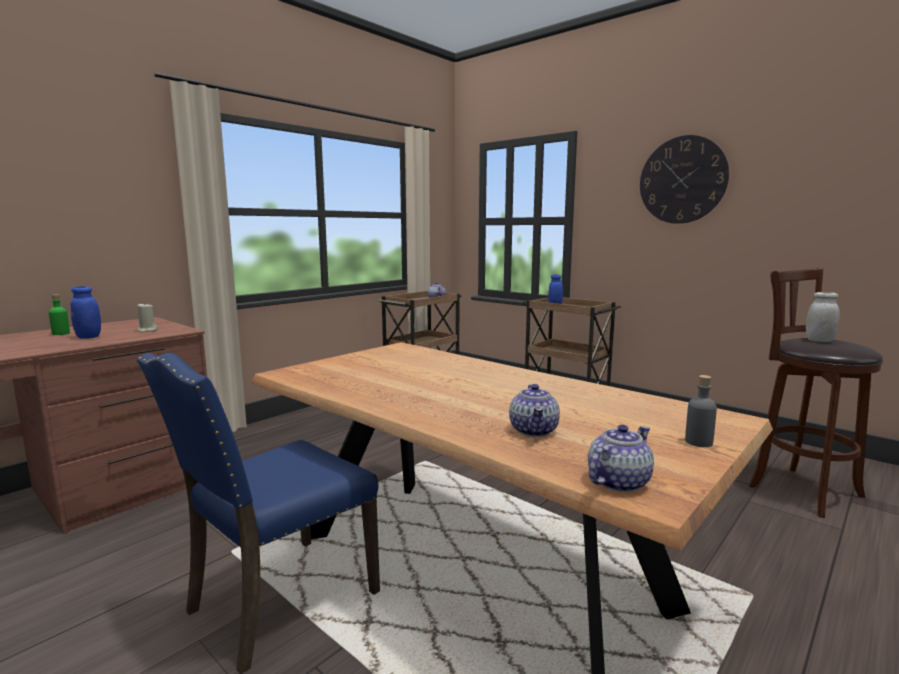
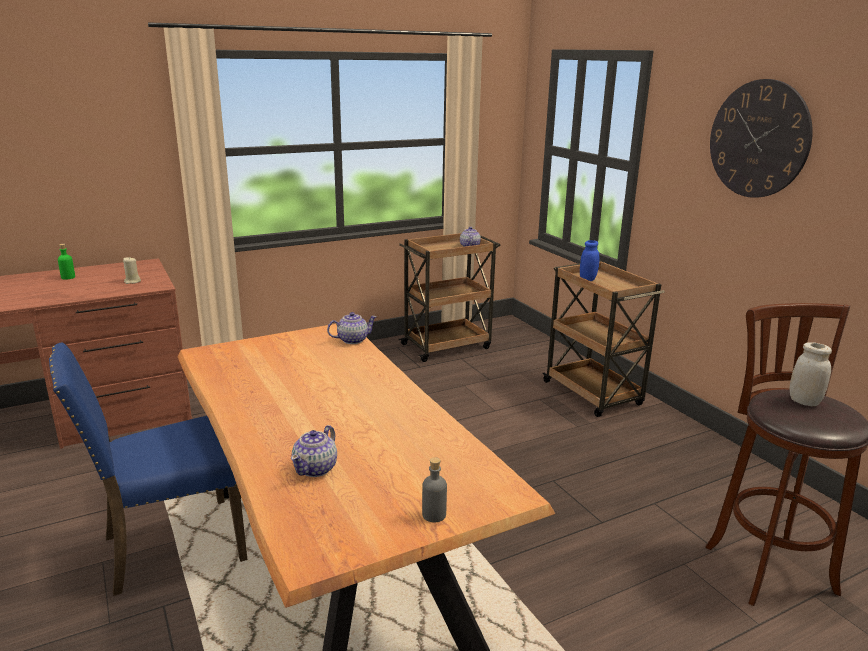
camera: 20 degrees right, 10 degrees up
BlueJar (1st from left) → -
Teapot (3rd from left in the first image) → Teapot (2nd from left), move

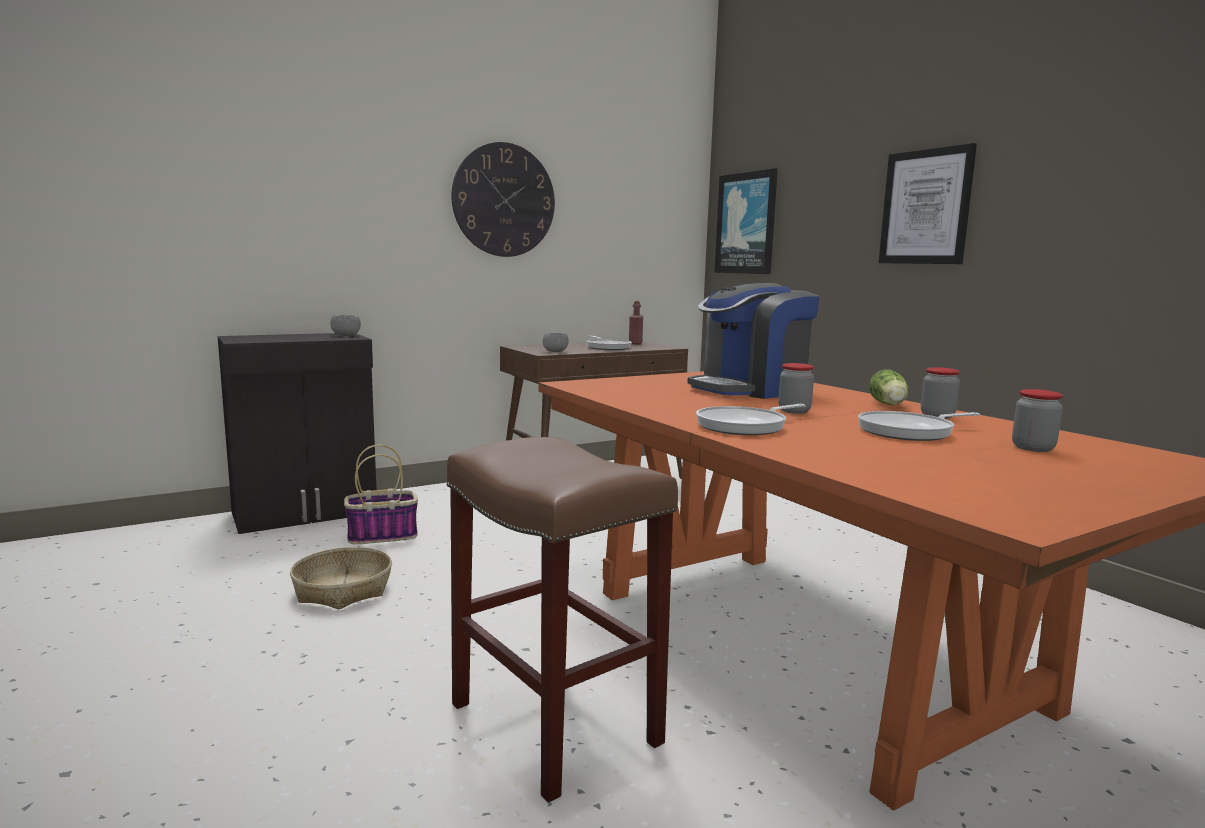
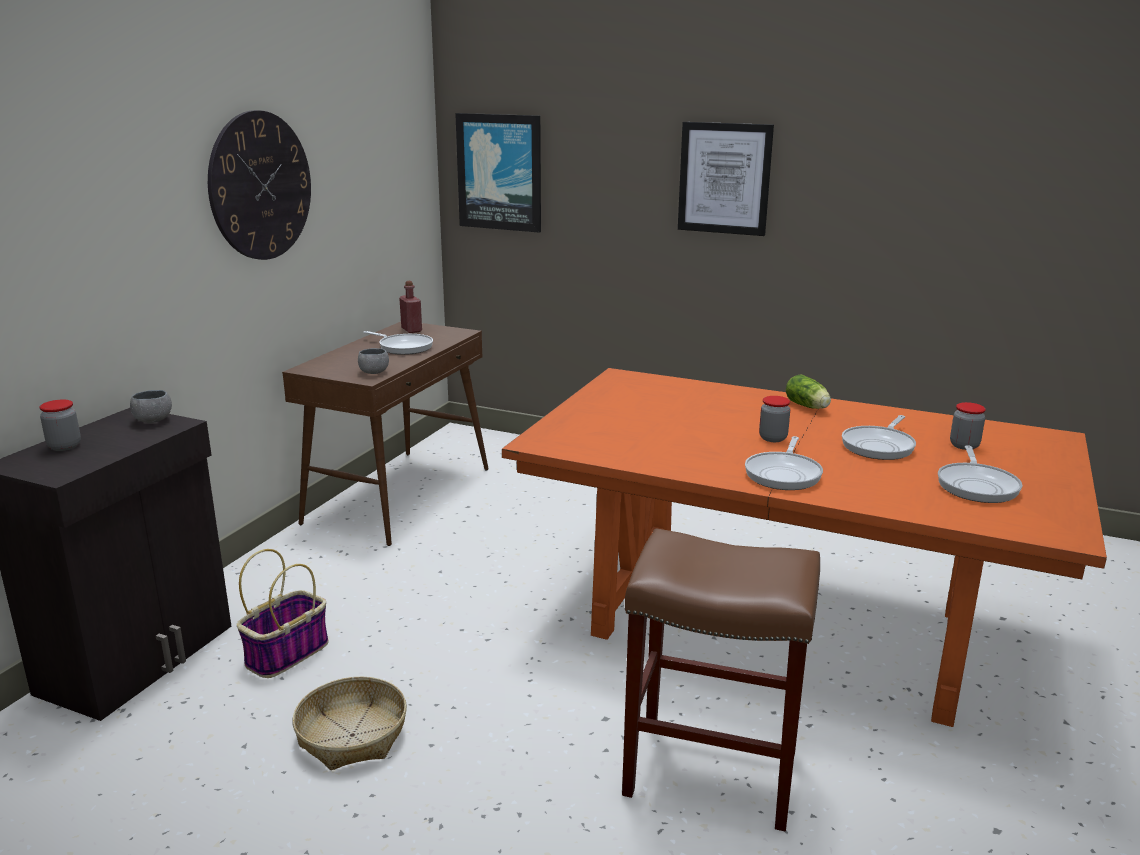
camera: 35 degrees left, 10 degrees up
CoffeeMachine → -
- → Pan (4th from left)
Jar (2nd from left in the first image) → Jar (1st from left), move

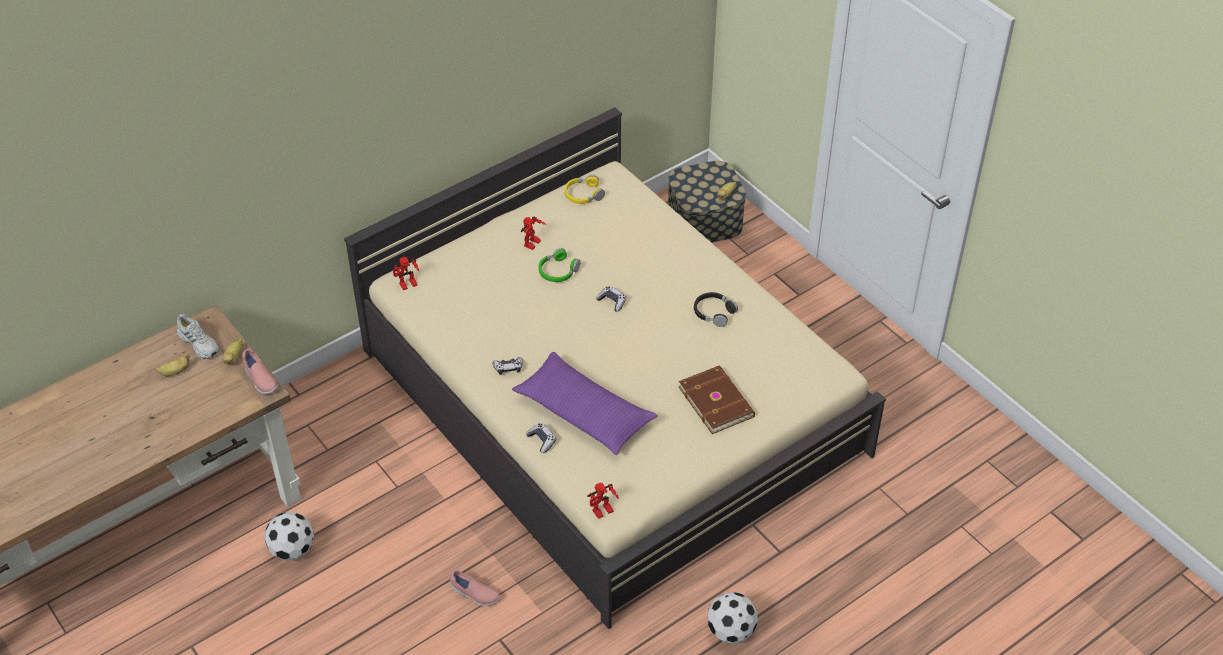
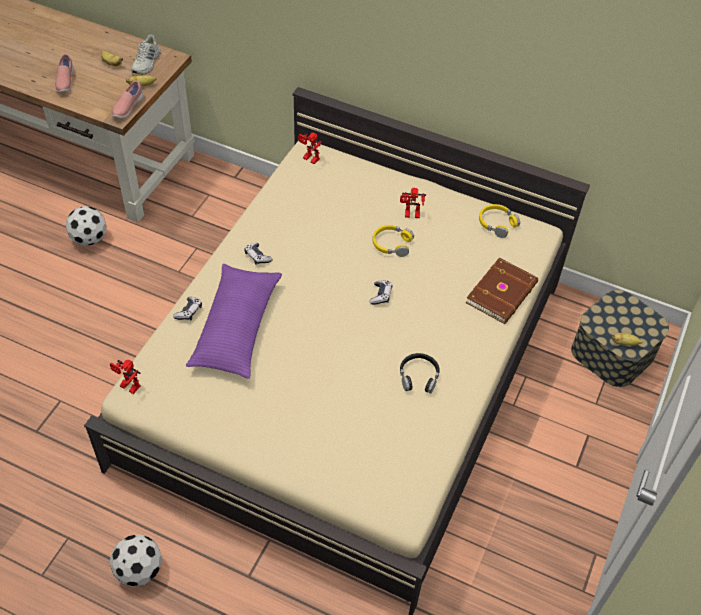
camera: 60 degrees right, 5 degrees up
PinkColouredShoe (2nd from left in the first image) → PinkColouredShoe (1st from left), move
BrownBook, move
GreenColouredPairOfHeadphones → YellowPairOfHeadphones (1st from left)

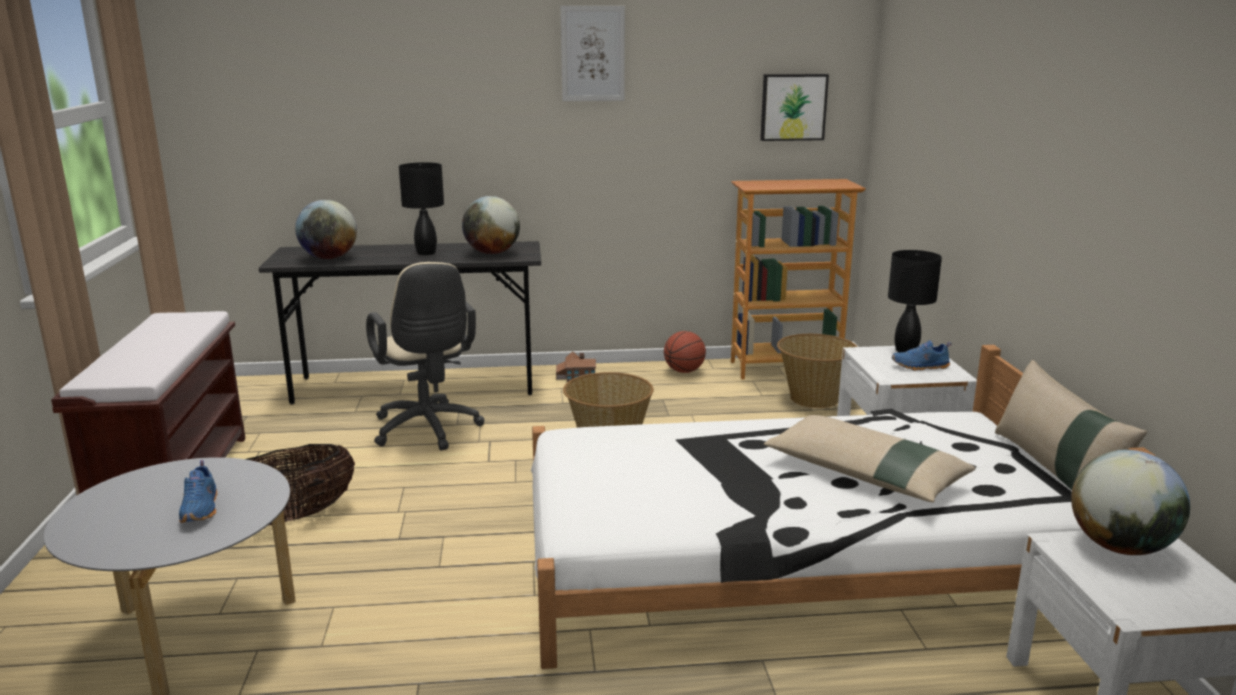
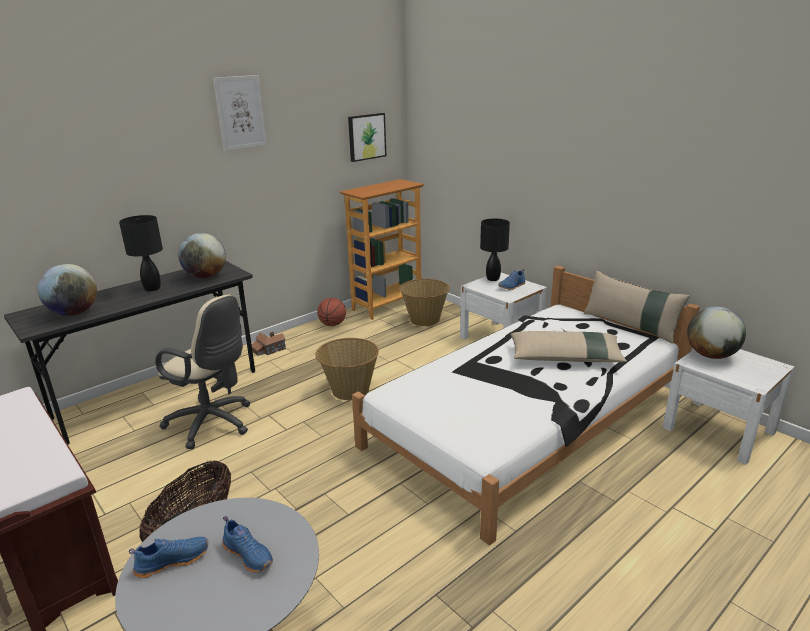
camera: 35 degrees left, 5 degrees up
- → BlueShoe (1st from left)

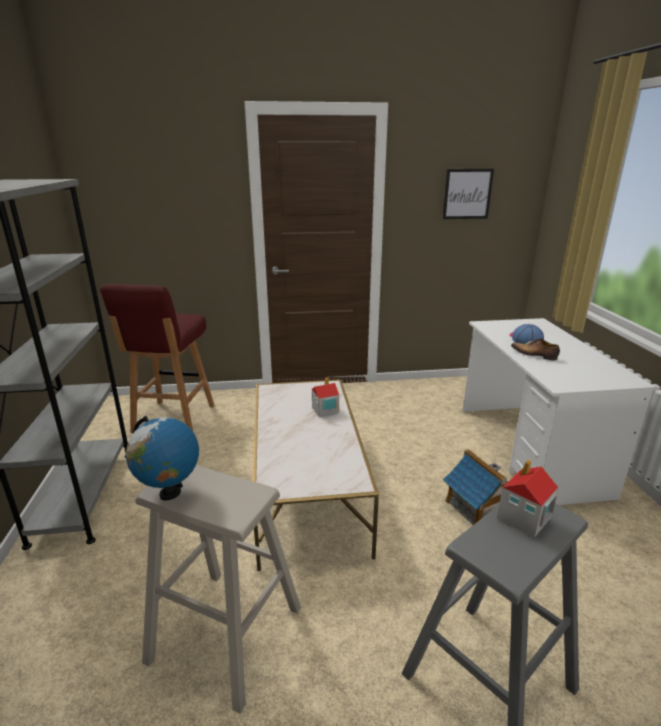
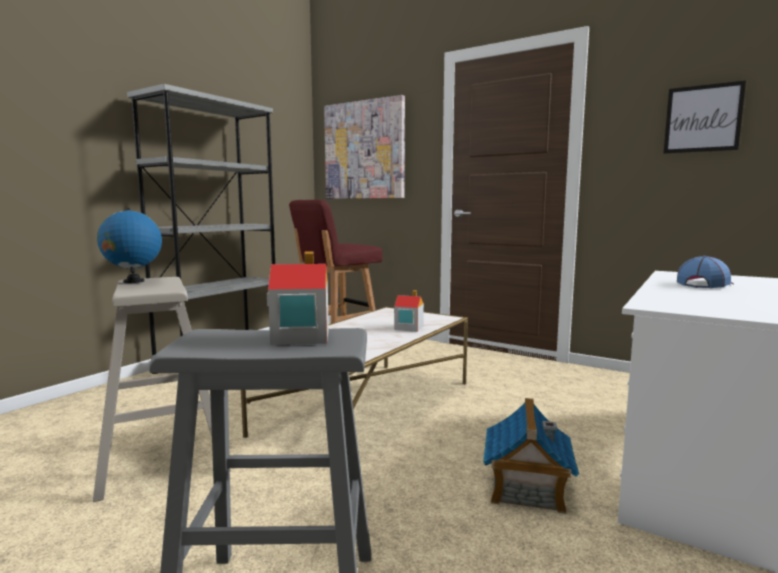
camera: 40 degrees right, 15 degrees down
Shoe → -
- → WallArt (1st from left)

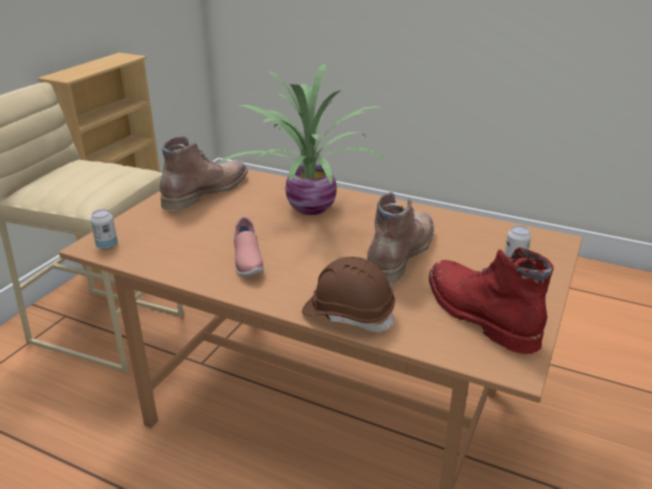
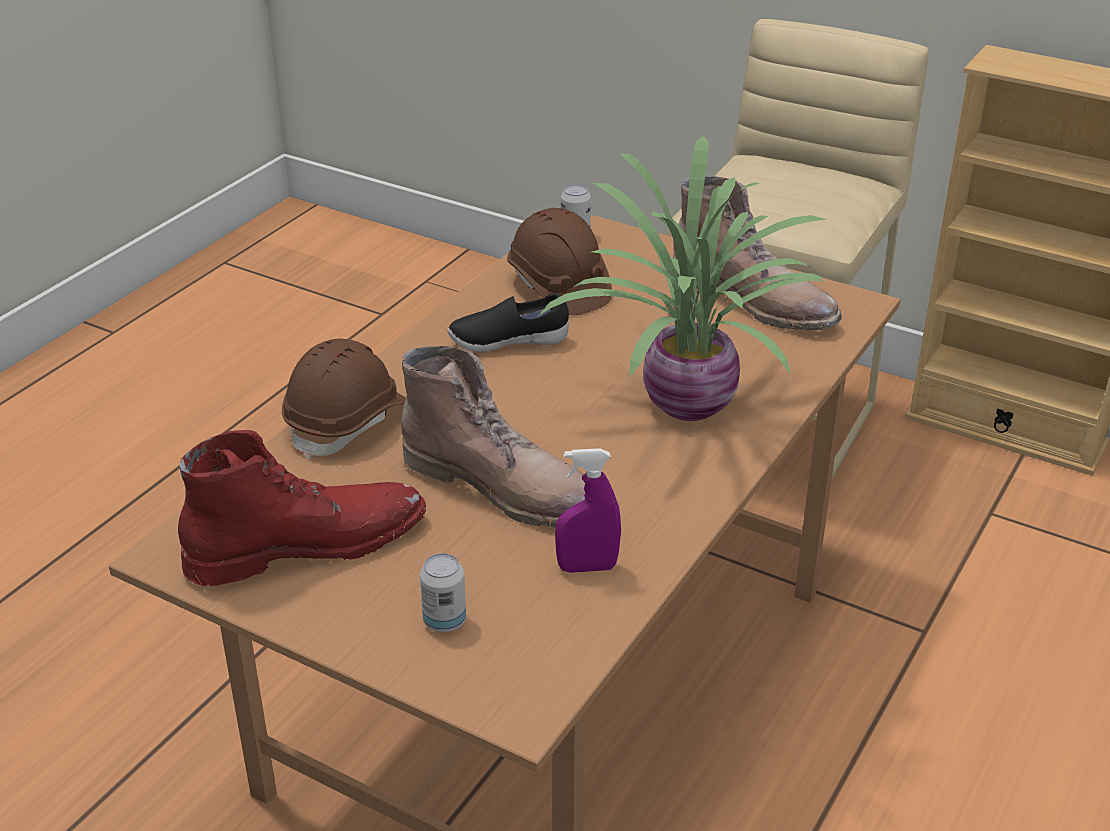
camera: 95 degrees right, 5 degrees up
- → BrownWorkHelmet (2nd from left)
- → PurpleColouredSprayBottle
PinkColouredShoe → BlackColouredShoe

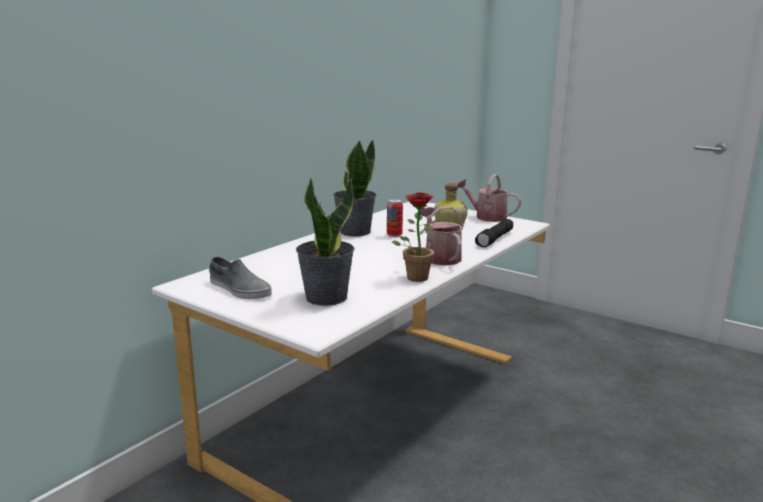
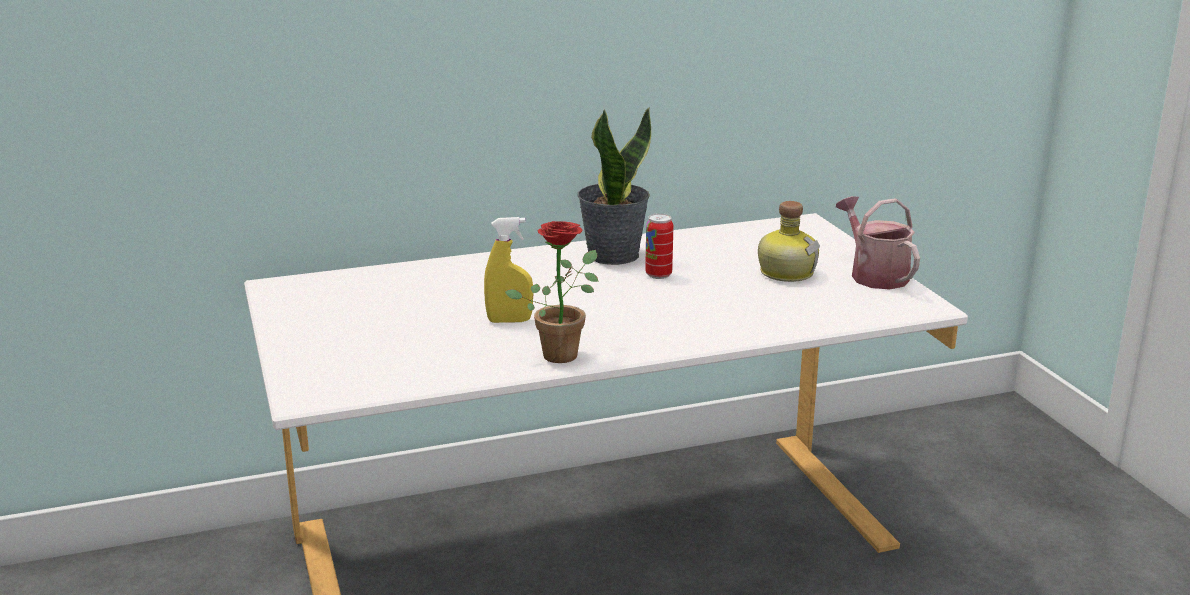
camera: 35 degrees right, 5 degrees up
GrayShoe → -
PottedPlant (1st from left) → -
WateringPot (1st from left) → -
BlackColouredFlashlight → -
- → YellowSprayBottle

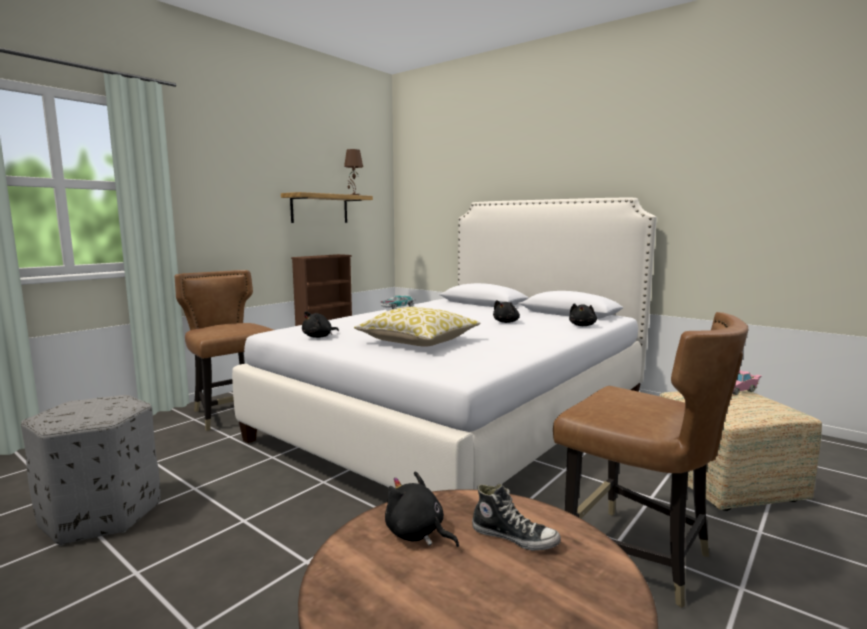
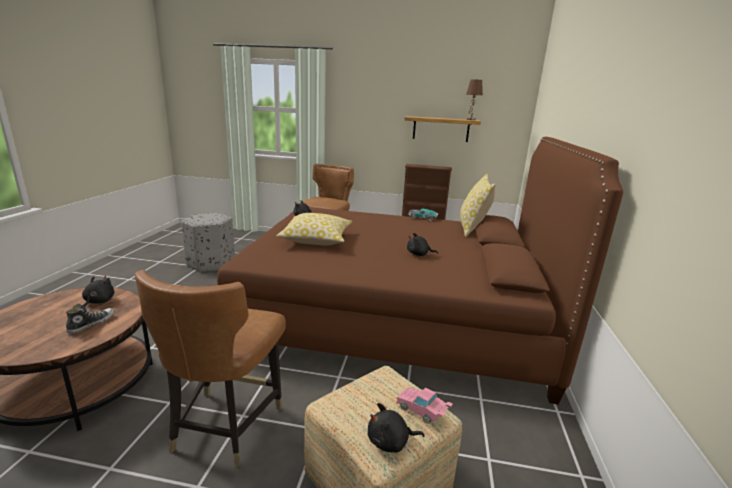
camera: 60 degrees right, 10 degrees up
- → Pillow (2nd from left)
BlackColouredSoftToy (4th from left in the first image) → BlackColouredSoftToy (3rd from left), move
WhiteBed → BrownBed
Shoe, 150 degrees counterclockwise

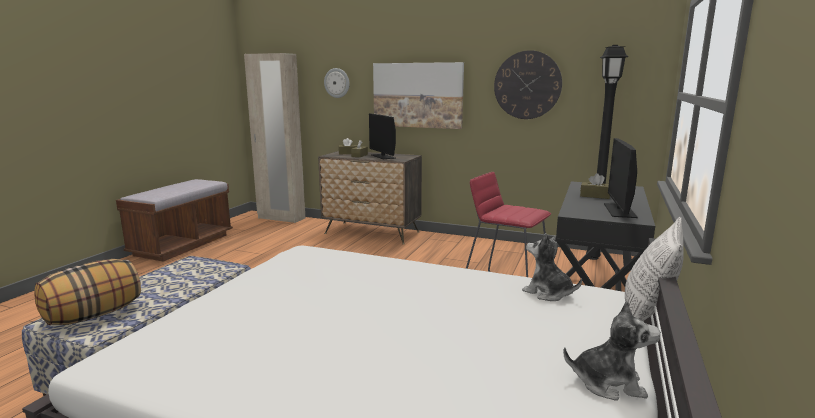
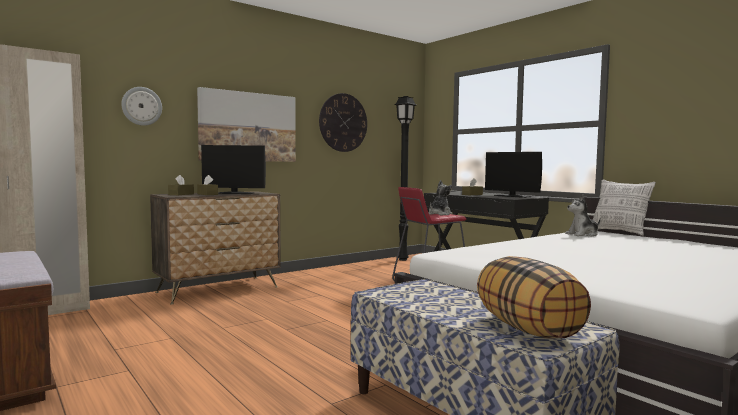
camera: 60 degrees left, 10 degrees down
SoftToy (2nd from left in the first image) → SoftToy (1st from left), move

